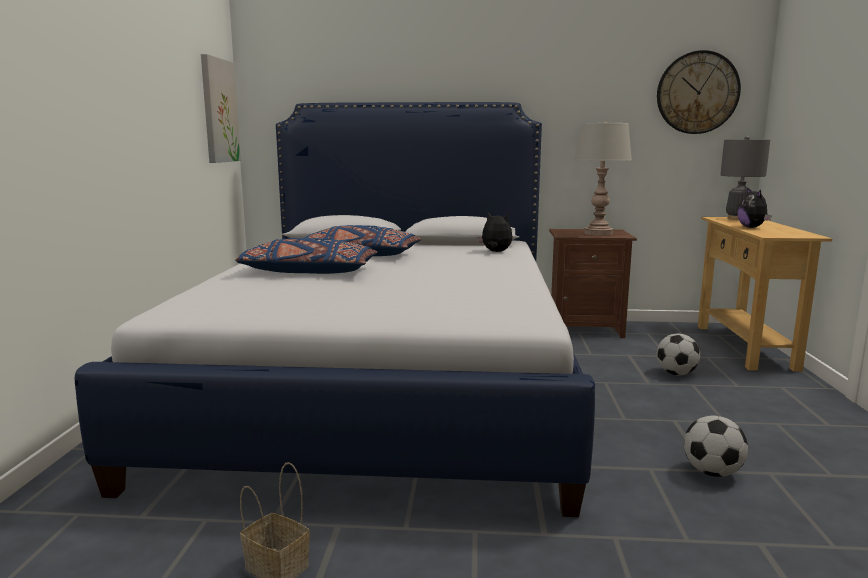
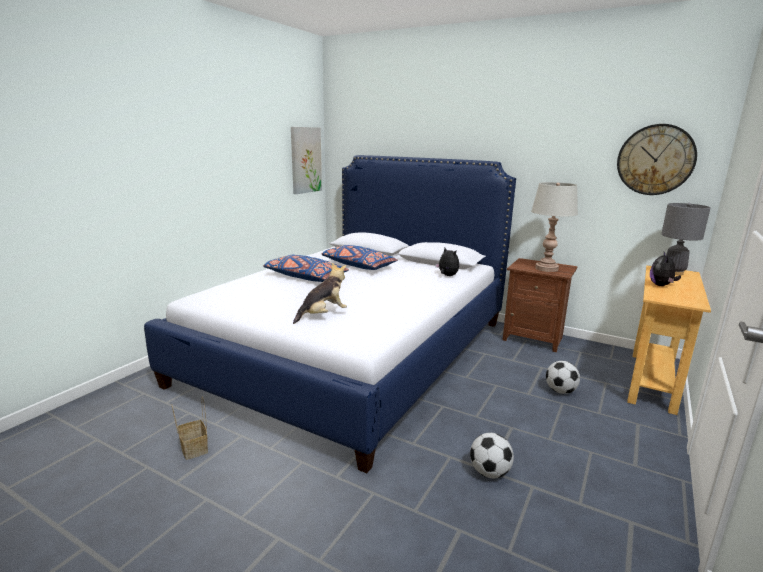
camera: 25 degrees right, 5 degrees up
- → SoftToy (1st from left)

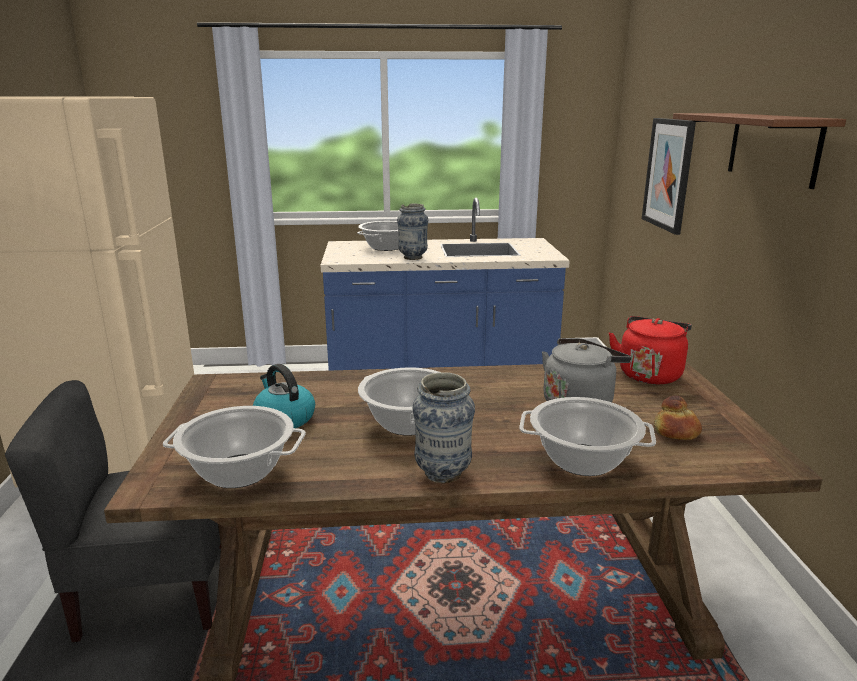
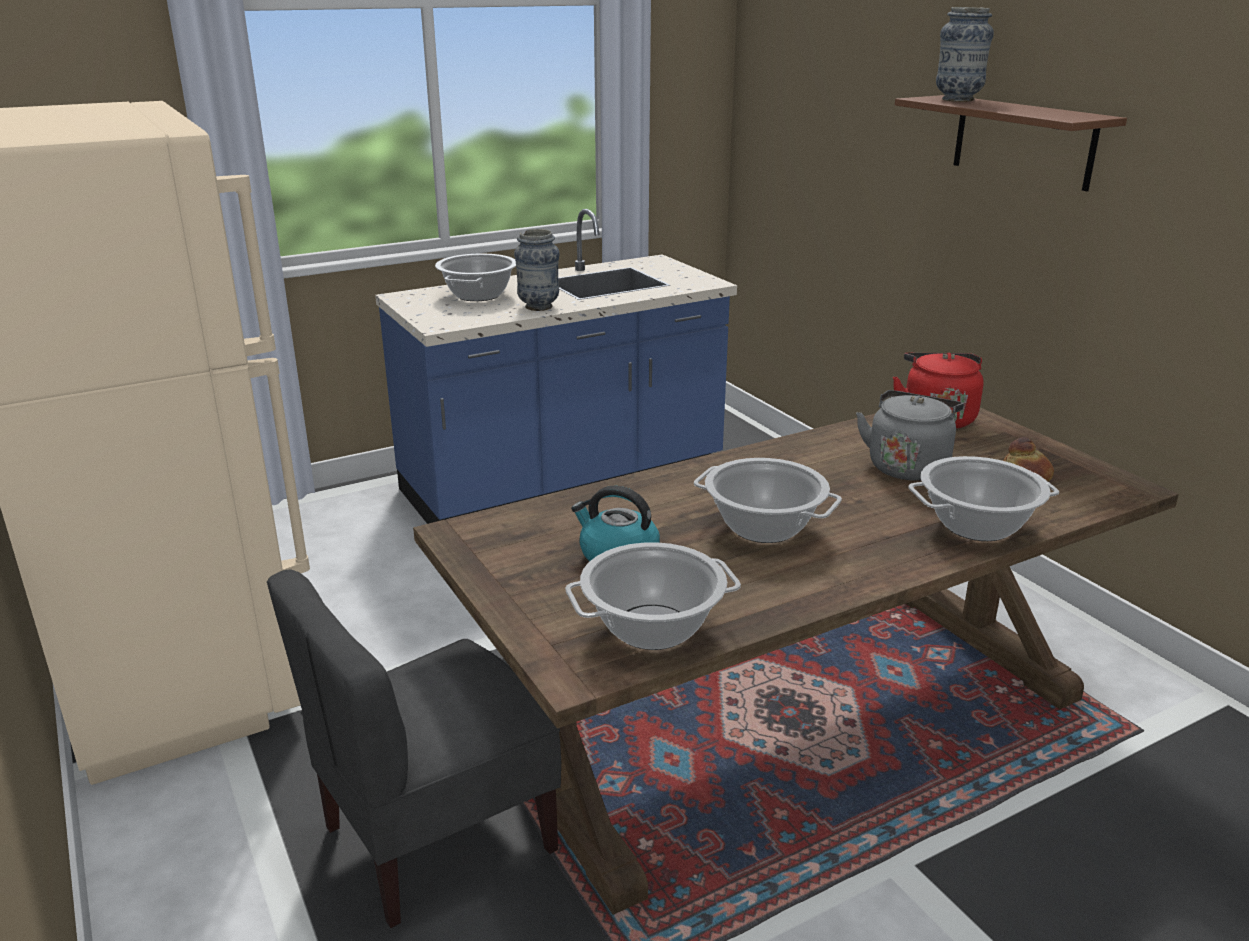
camera: 25 degrees left, 5 degrees up
WallArt → -
FlowerVase (2nd from left), move

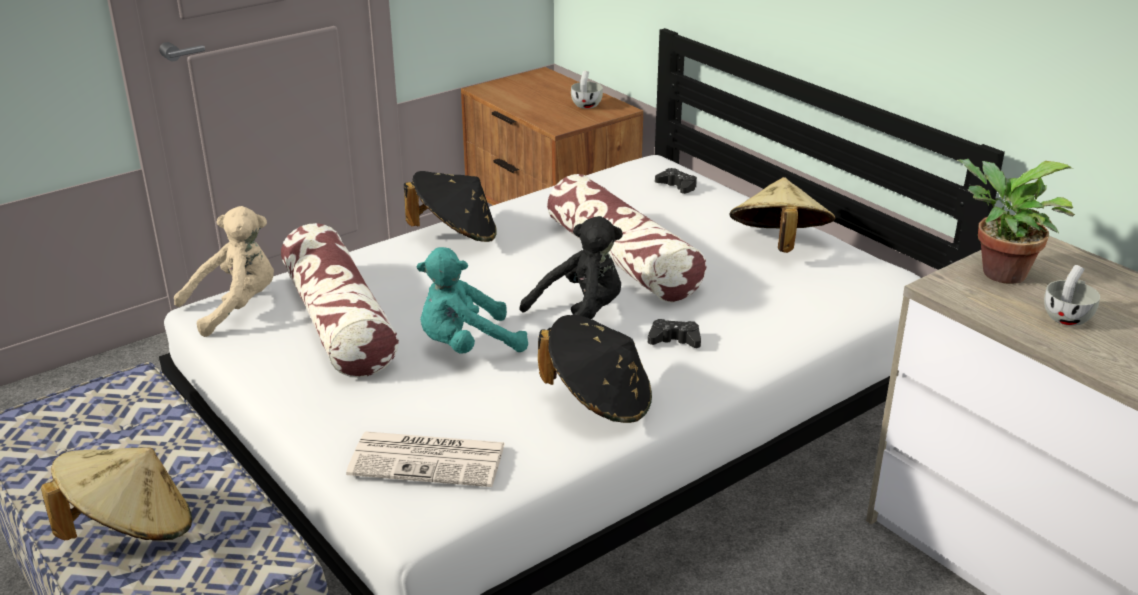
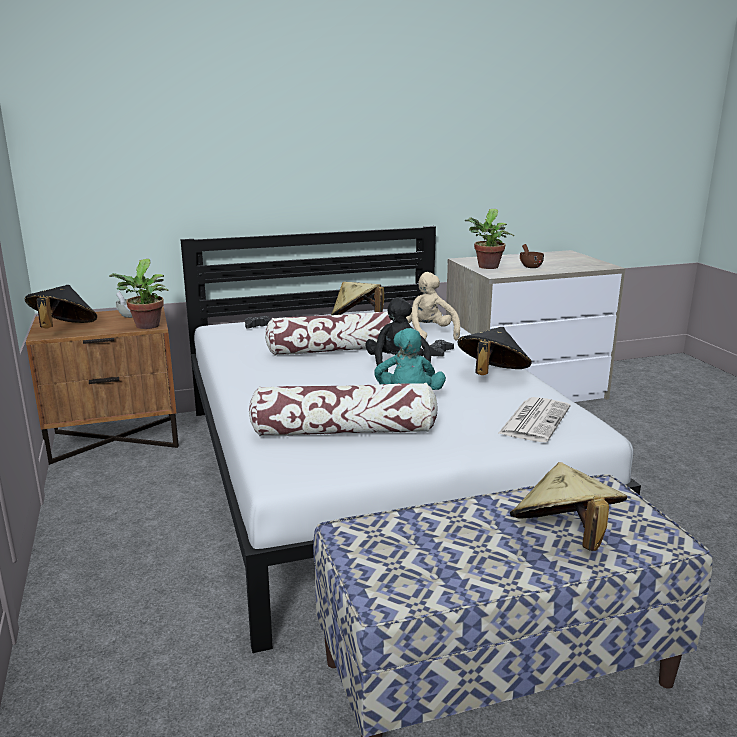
camera: 70 degrees left, 10 degrees down
- → PottedPlant (1st from left)
BeigeColouredSoftToy, move
BlackColouredWearableHat (1st from left), move
WhiteSmallCup (2nd from left) → BrownSmallCup

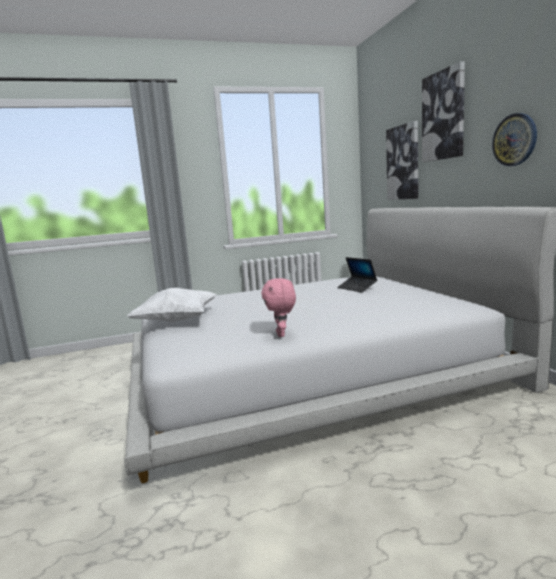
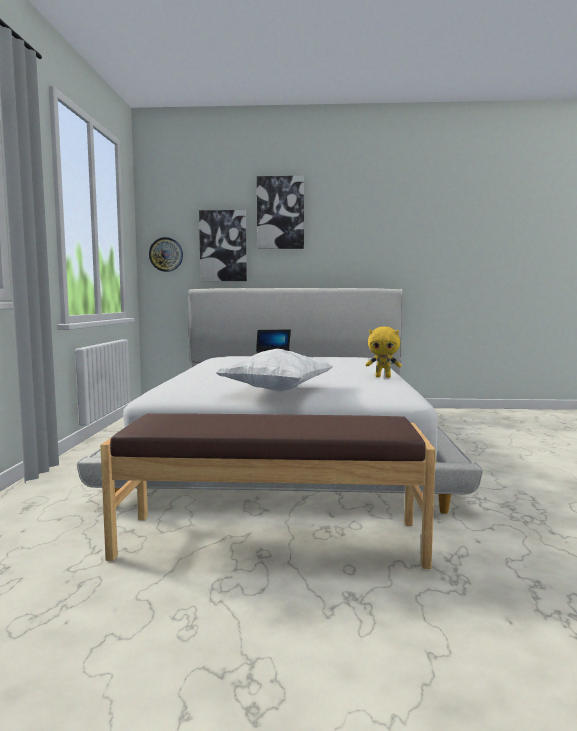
camera: 70 degrees left, 5 degrees down
- → BrownLongSeat
ClockOnTheWall, move
PinkColouredSoftToy → YellowSoftToy

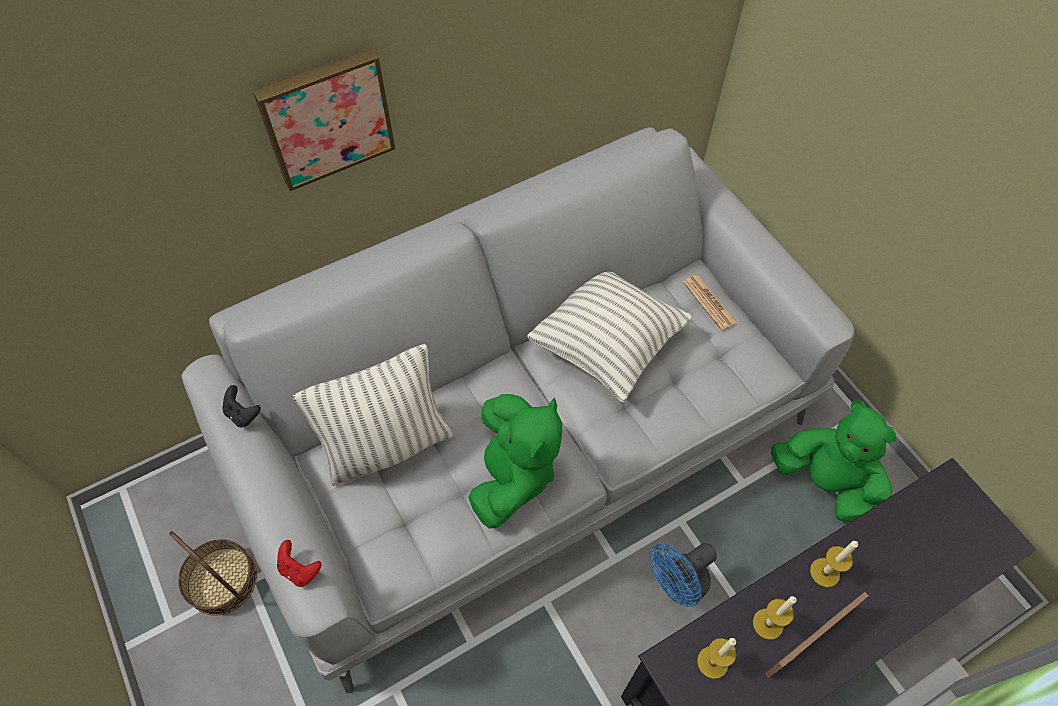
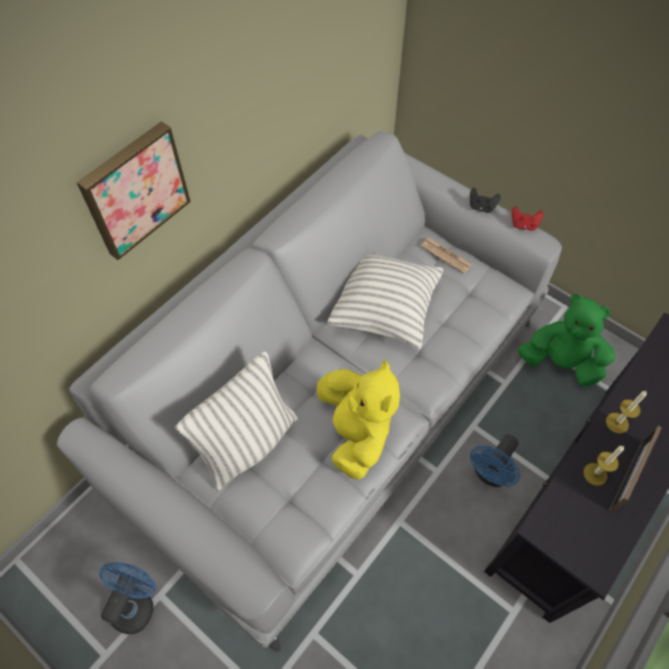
camera: 20 degrees left, 0 degrees up
WaxCandle (1st from left) → -
BlackColouredGameController, move
ReddishGameController, move
HouseholdBasket → BlueCoolingFan (1st from left)
GreenColouredSoftToy (1st from left) → YellowSoftToy

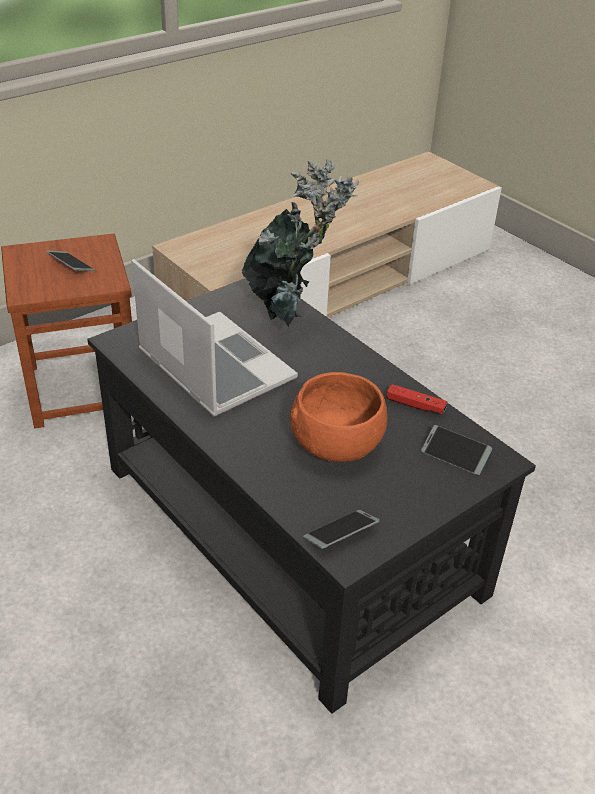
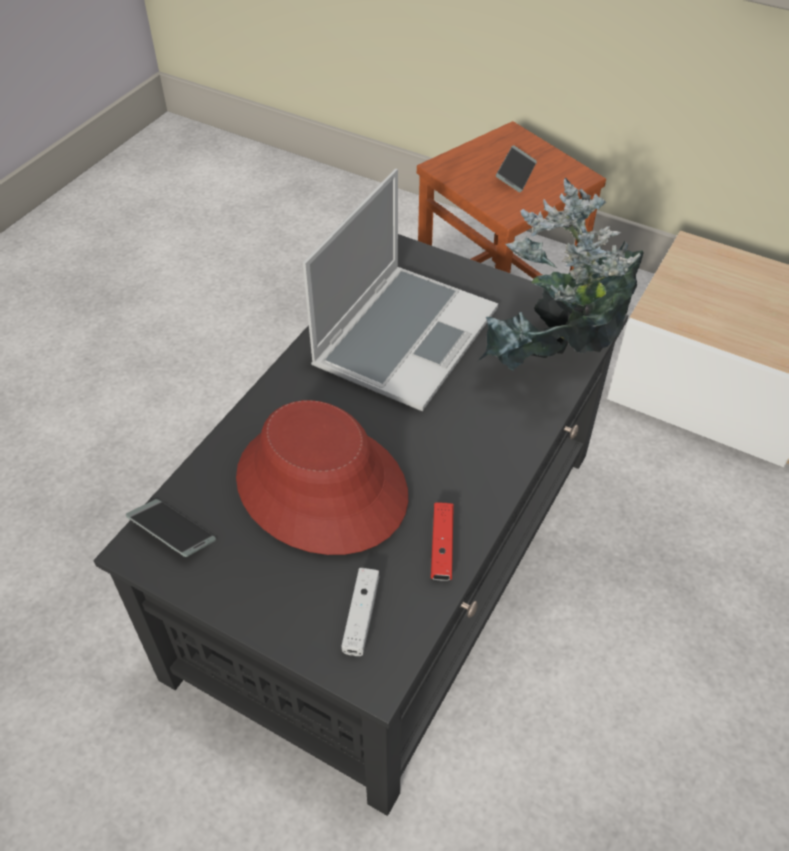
camera: 70 degrees right, 10 degrees up
OrangeColouredBowl → ReddishWearableHat
Phone (3rd from left) → WhiteGameController

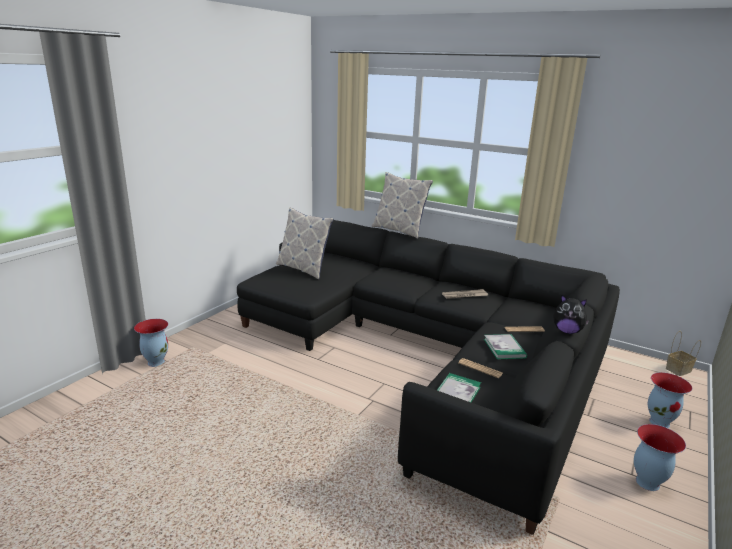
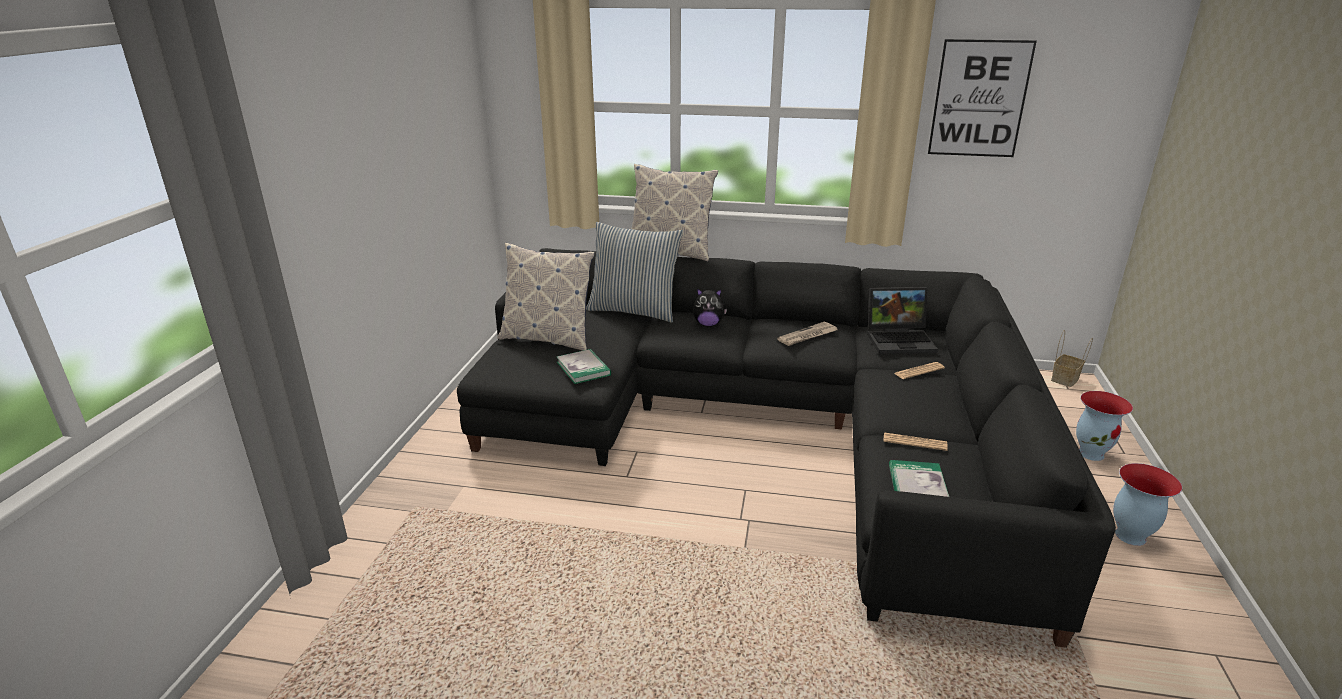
camera: 20 degrees left, 5 degrees up
FlowerVase (1st from left) → -
- → Pillow (2nd from left)
- → NotebookComputer
- → WallArt
Book (2nd from left in the first image) → Book (1st from left), move
SoftToy, move

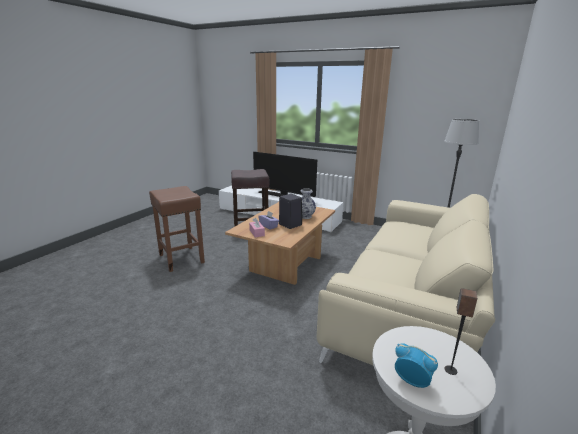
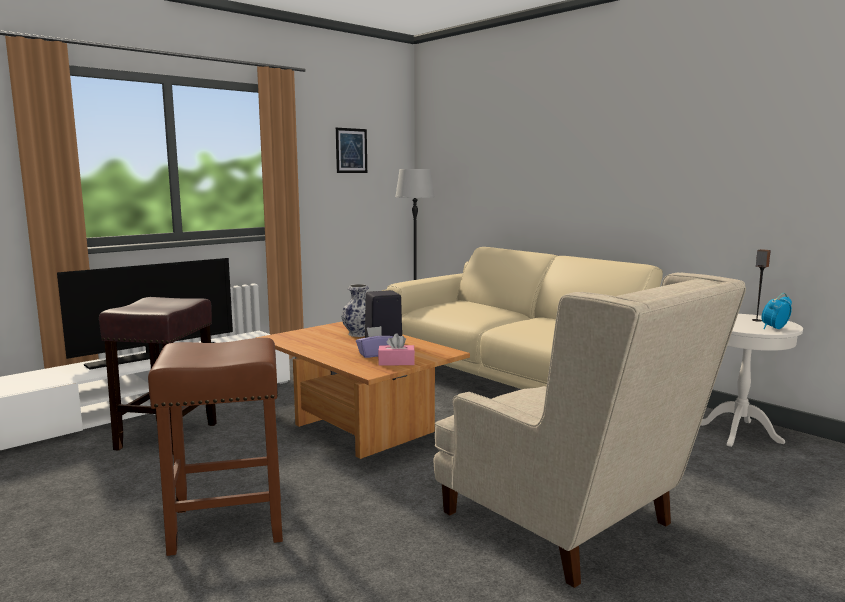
camera: 70 degrees left, 10 degrees down
- → WallArt
- → BeigeColouredEasyChair

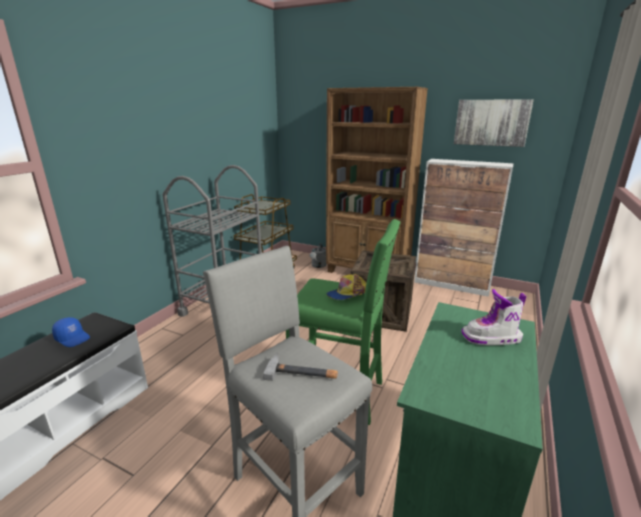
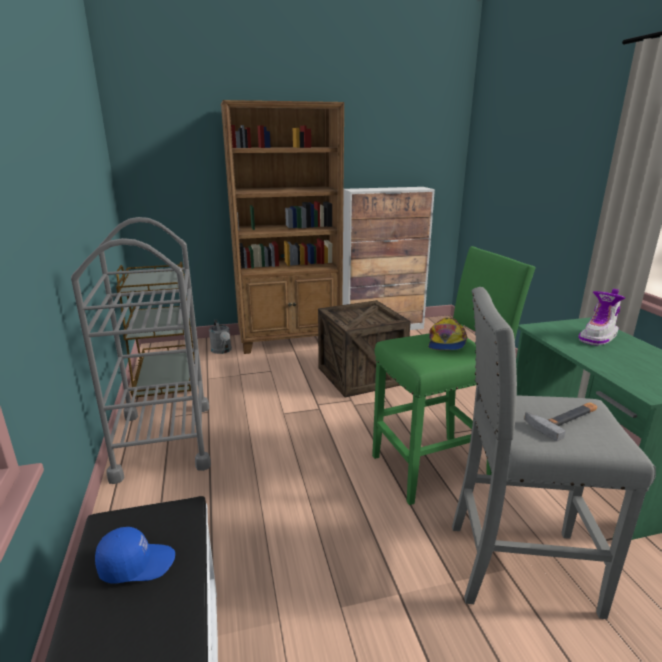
camera: 40 degrees left, 0 degrees up
WallArt → -

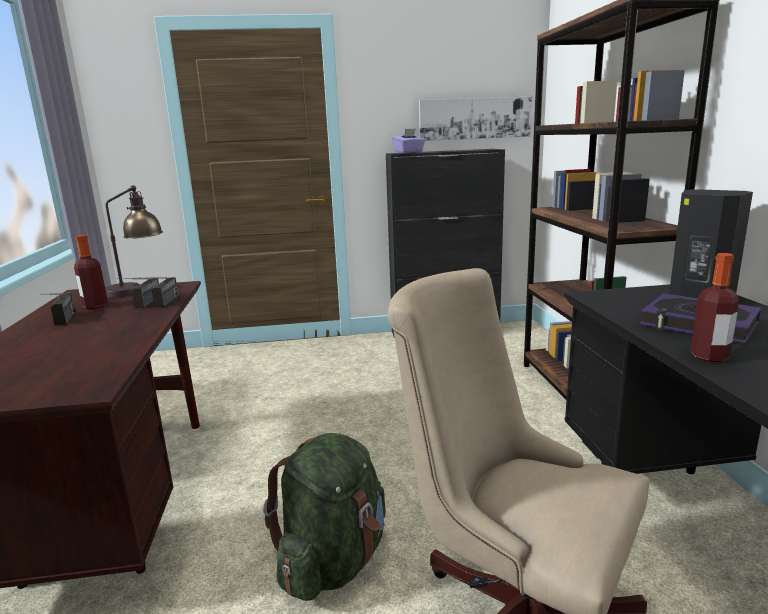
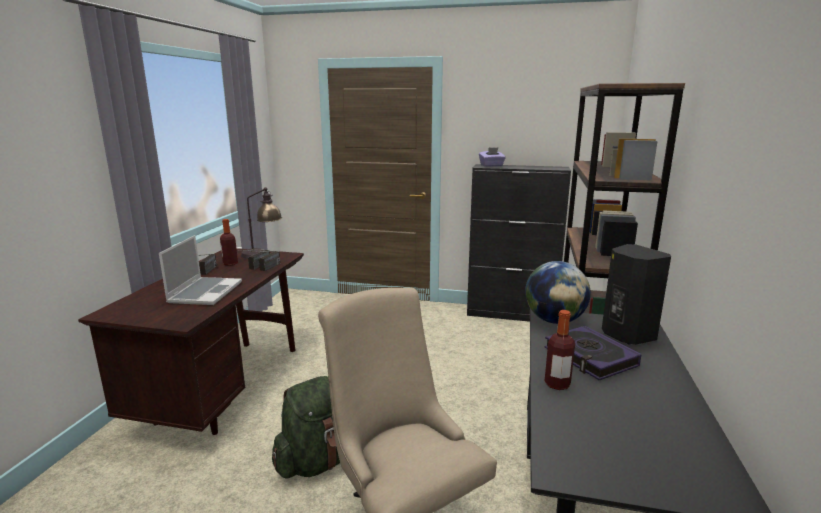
camera: 20 degrees right, 0 degrees up
WallArt → -
- → NotebookComputer
- → Globe

